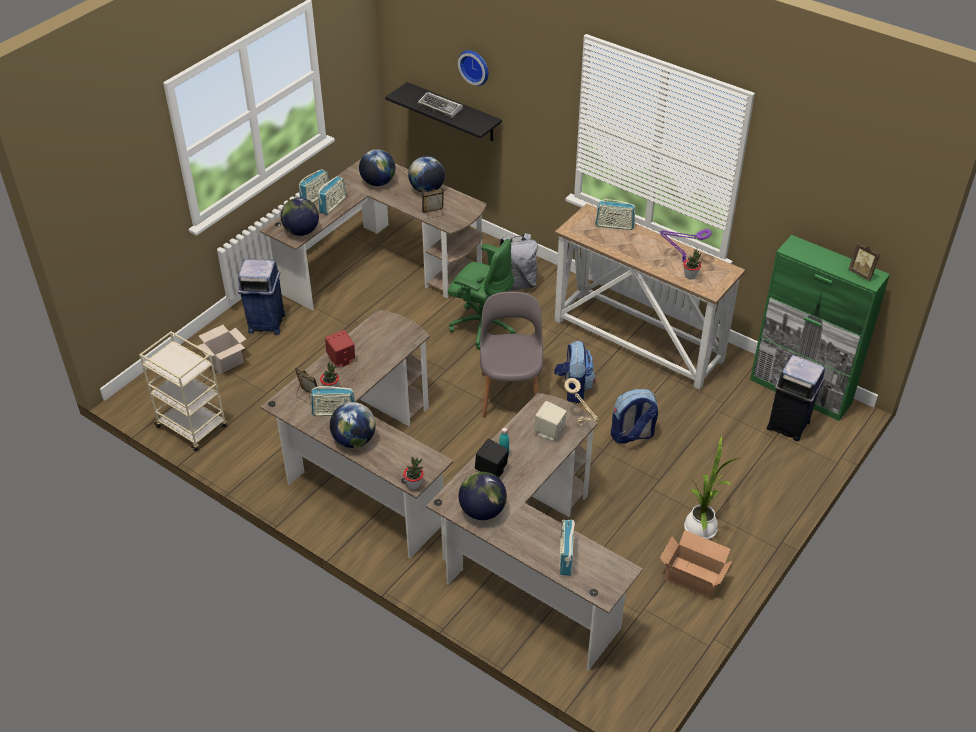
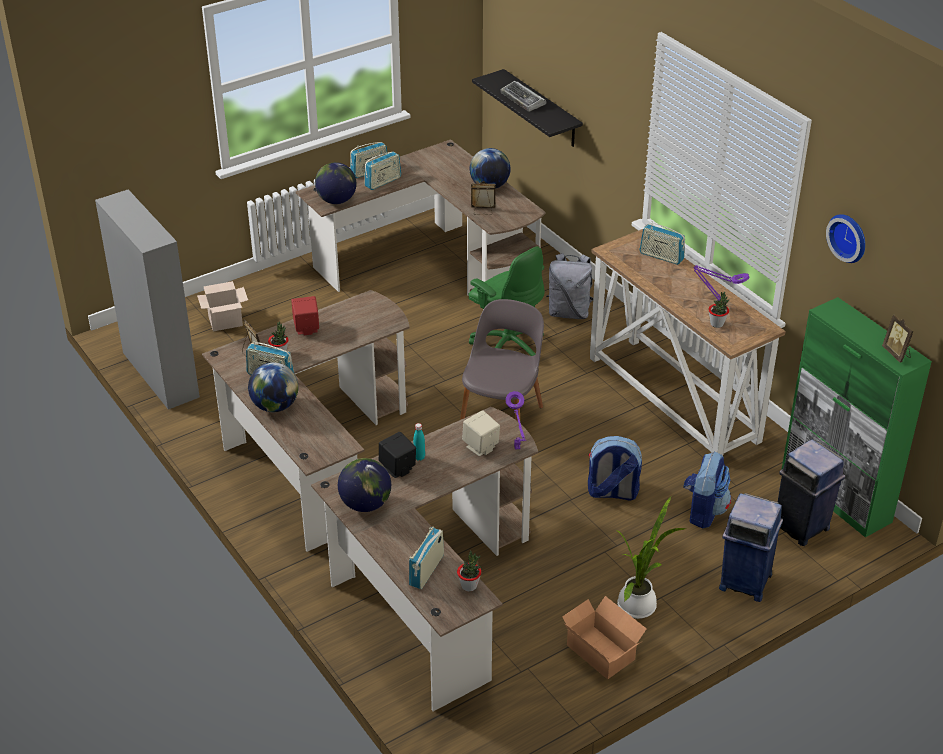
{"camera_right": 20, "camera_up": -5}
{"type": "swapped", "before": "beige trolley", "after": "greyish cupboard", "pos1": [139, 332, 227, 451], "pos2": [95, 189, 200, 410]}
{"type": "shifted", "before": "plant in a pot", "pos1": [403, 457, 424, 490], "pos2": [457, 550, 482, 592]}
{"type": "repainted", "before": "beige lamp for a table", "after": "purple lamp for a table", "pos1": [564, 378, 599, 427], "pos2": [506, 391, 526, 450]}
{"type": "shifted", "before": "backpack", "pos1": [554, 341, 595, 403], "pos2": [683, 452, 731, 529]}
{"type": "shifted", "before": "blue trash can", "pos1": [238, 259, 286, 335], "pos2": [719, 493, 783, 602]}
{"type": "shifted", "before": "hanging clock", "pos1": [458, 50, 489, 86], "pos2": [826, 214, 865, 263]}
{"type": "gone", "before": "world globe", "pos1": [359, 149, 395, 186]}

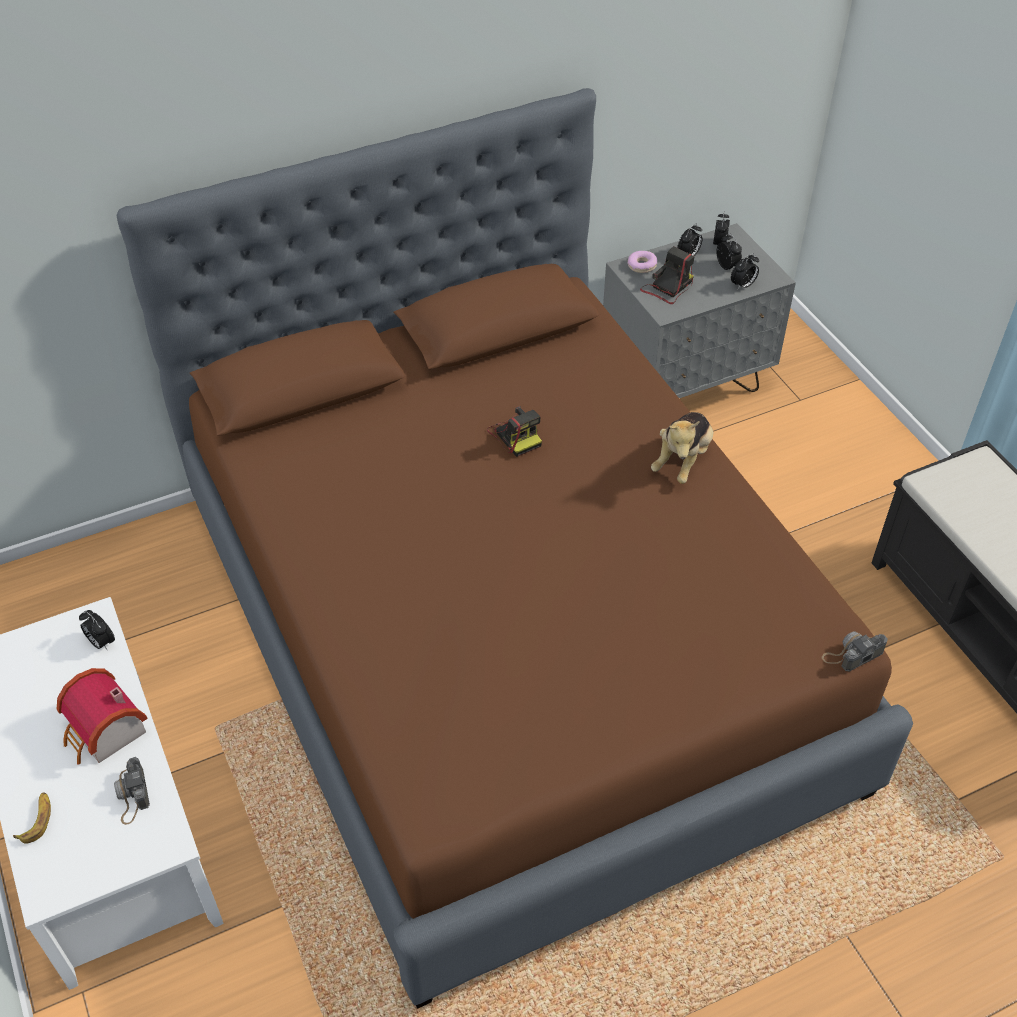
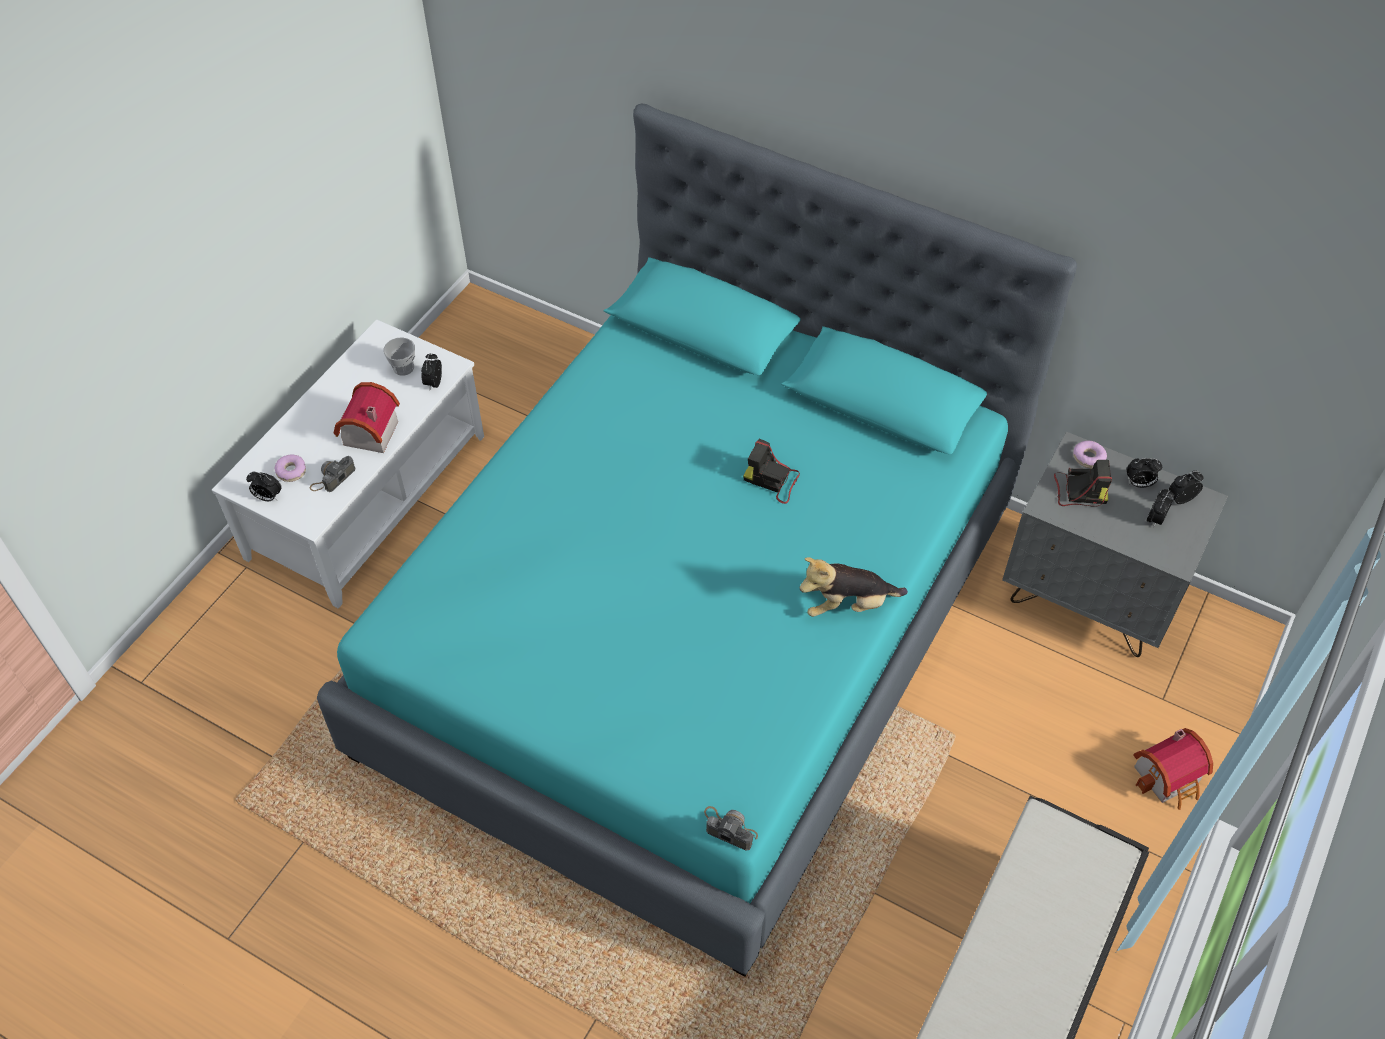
{"camera_right": 55, "camera_up": 5}
{"type": "shifted", "before": "table clock", "pos1": [731, 253, 759, 289], "pos2": [246, 472, 282, 501]}
{"type": "new", "after": "doughnut", "pos2": [274, 455, 306, 482]}
{"type": "repainted", "before": "brown-coloured bed", "after": "blue-green bed", "pos1": [117, 88, 913, 1009], "pos2": [317, 104, 1077, 977]}
{"type": "new", "after": "small cup", "pos2": [384, 337, 415, 376]}
{"type": "rotated", "before": "still camera", "pos1": [487, 406, 542, 457], "pos2": [743, 439, 800, 504], "turn": 90}
{"type": "new", "after": "toy house", "pos2": [1133, 728, 1213, 810]}
{"type": "gone", "before": "banana fruit", "pos1": [13, 792, 51, 843]}

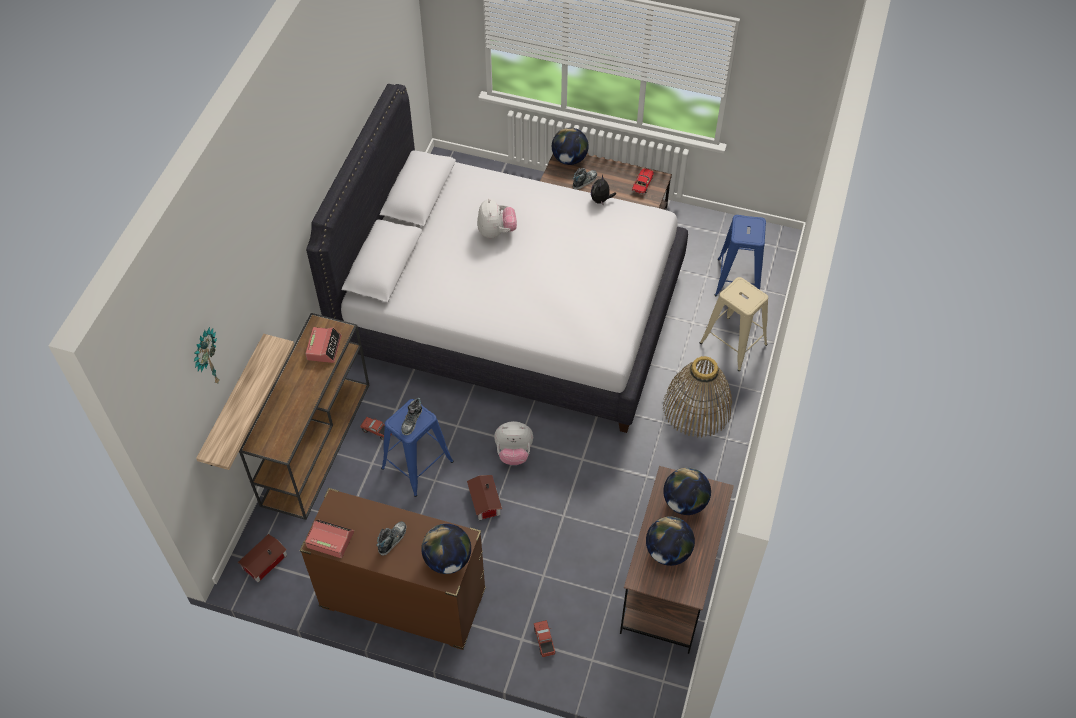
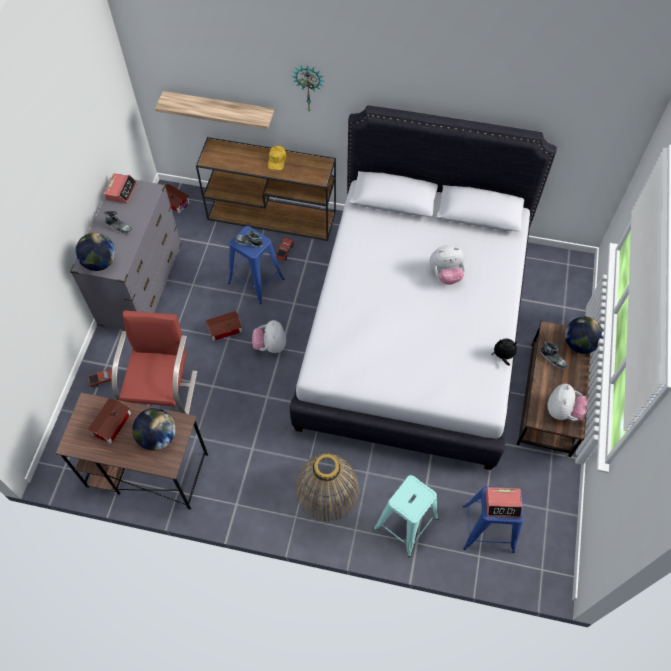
{"camera_right": 85, "camera_up": 5}
{"type": "repainted", "before": "brown-coloured dresser", "after": "greyish dresser", "pos1": [300, 488, 486, 650], "pos2": [70, 180, 182, 330]}
{"type": "swapped", "before": "world globe", "after": "toy house", "pos1": [646, 516, 695, 566], "pos2": [87, 398, 131, 444]}
{"type": "new", "after": "reddish chair", "pos2": [111, 310, 197, 414]}
{"type": "new", "after": "yellow baseball cap", "pos2": [268, 146, 286, 170]}
{"type": "shifted", "before": "hanging clock", "pos1": [194, 327, 219, 383], "pos2": [291, 65, 325, 111]}
{"type": "repainted", "before": "beige stool", "after": "blue-green stool", "pos1": [700, 277, 768, 371], "pos2": [373, 475, 439, 557]}
{"type": "shifted", "before": "table clock", "pos1": [305, 327, 342, 363], "pos2": [486, 487, 523, 518]}
{"type": "swapped", "before": "toy car", "after": "soft toy", "pos1": [632, 168, 654, 194], "pos2": [547, 384, 588, 421]}

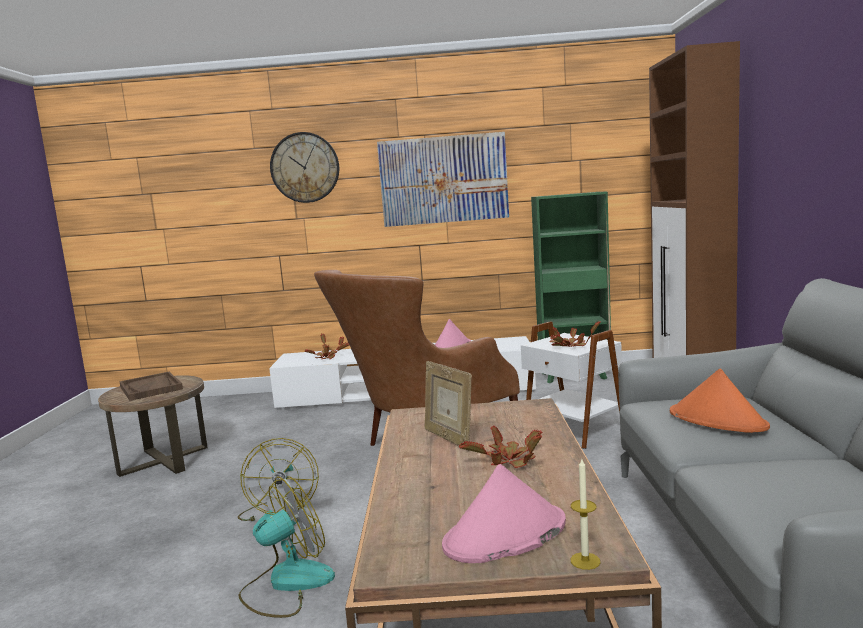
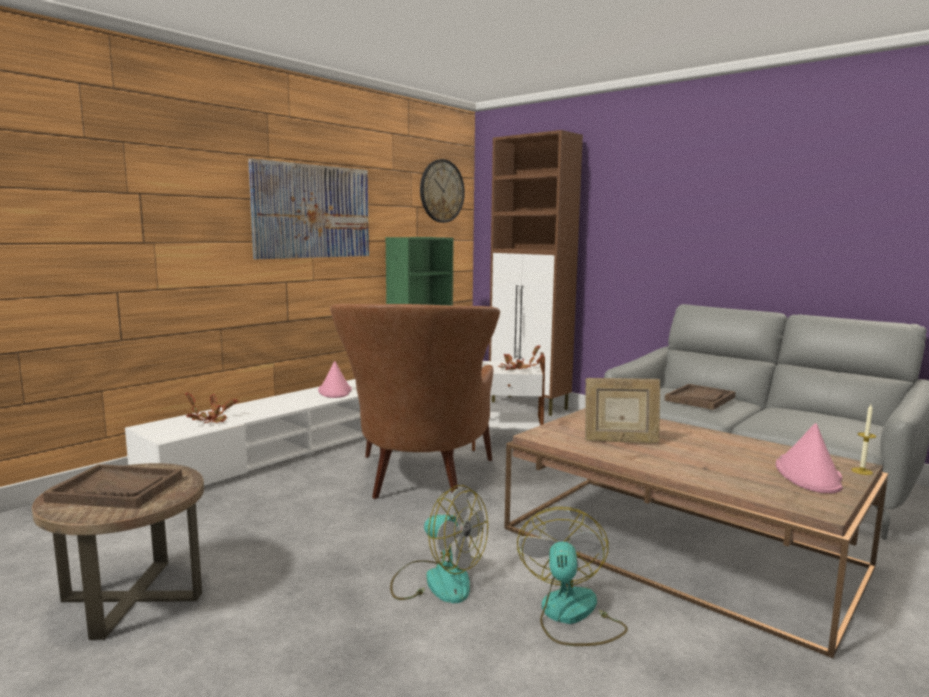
{"camera_right": -50, "camera_up": 0}
{"type": "shifted", "before": "hanging clock", "pos1": [270, 132, 339, 203], "pos2": [420, 159, 465, 223]}
{"type": "swapped", "before": "orange wearable hat", "after": "brown-coloured tray", "pos1": [670, 368, 770, 433], "pos2": [665, 384, 736, 410]}
{"type": "gone", "before": "plant in a pot", "pos1": [459, 425, 543, 468]}

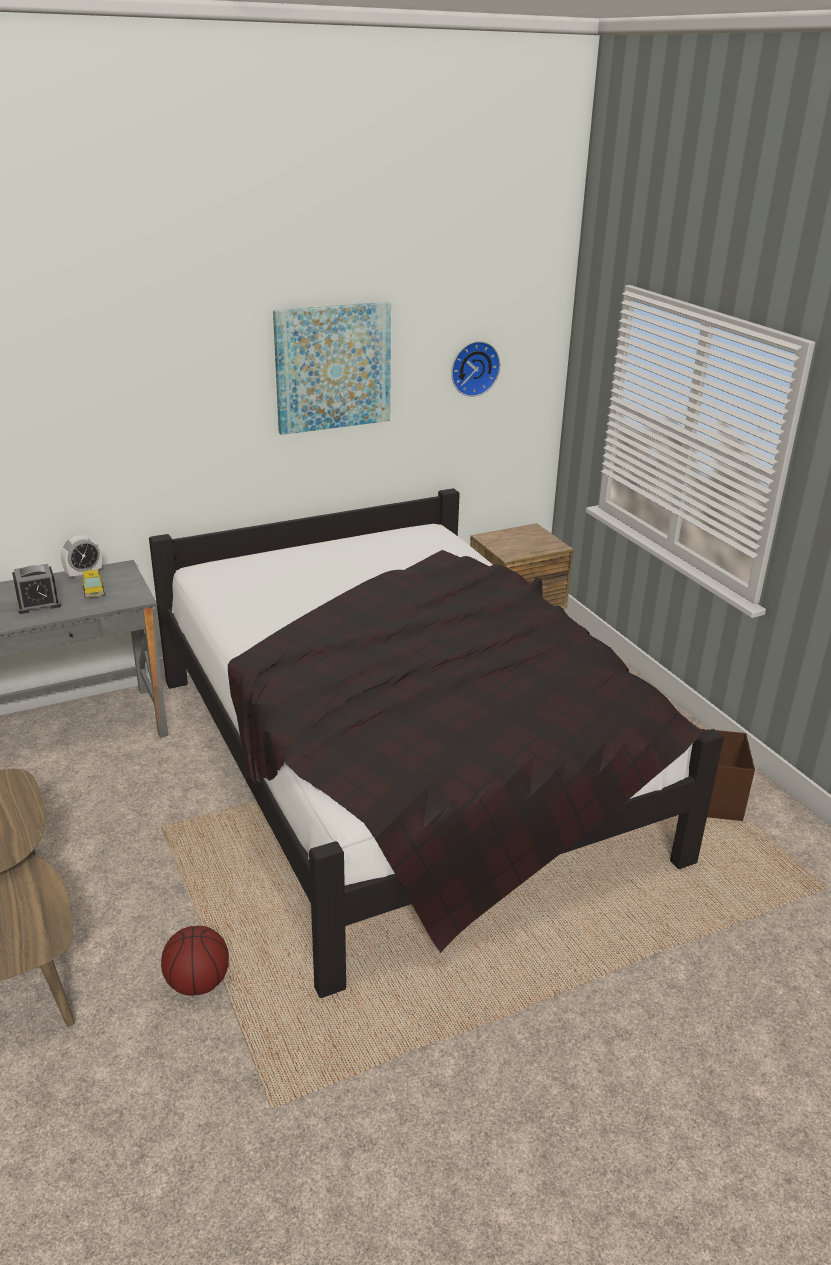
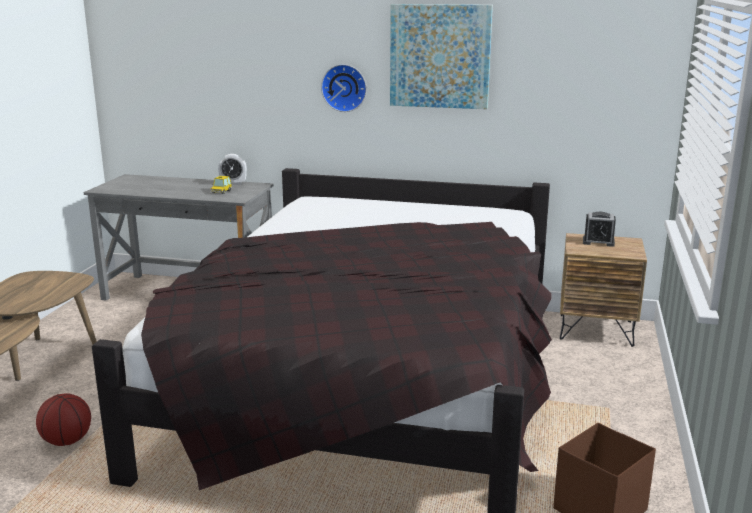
{"camera_right": 40, "camera_up": -10}
{"type": "shifted", "before": "hanging clock", "pos1": [451, 341, 500, 397], "pos2": [321, 64, 367, 112]}
{"type": "shifted", "before": "table clock", "pos1": [12, 564, 61, 614], "pos2": [583, 212, 616, 247]}

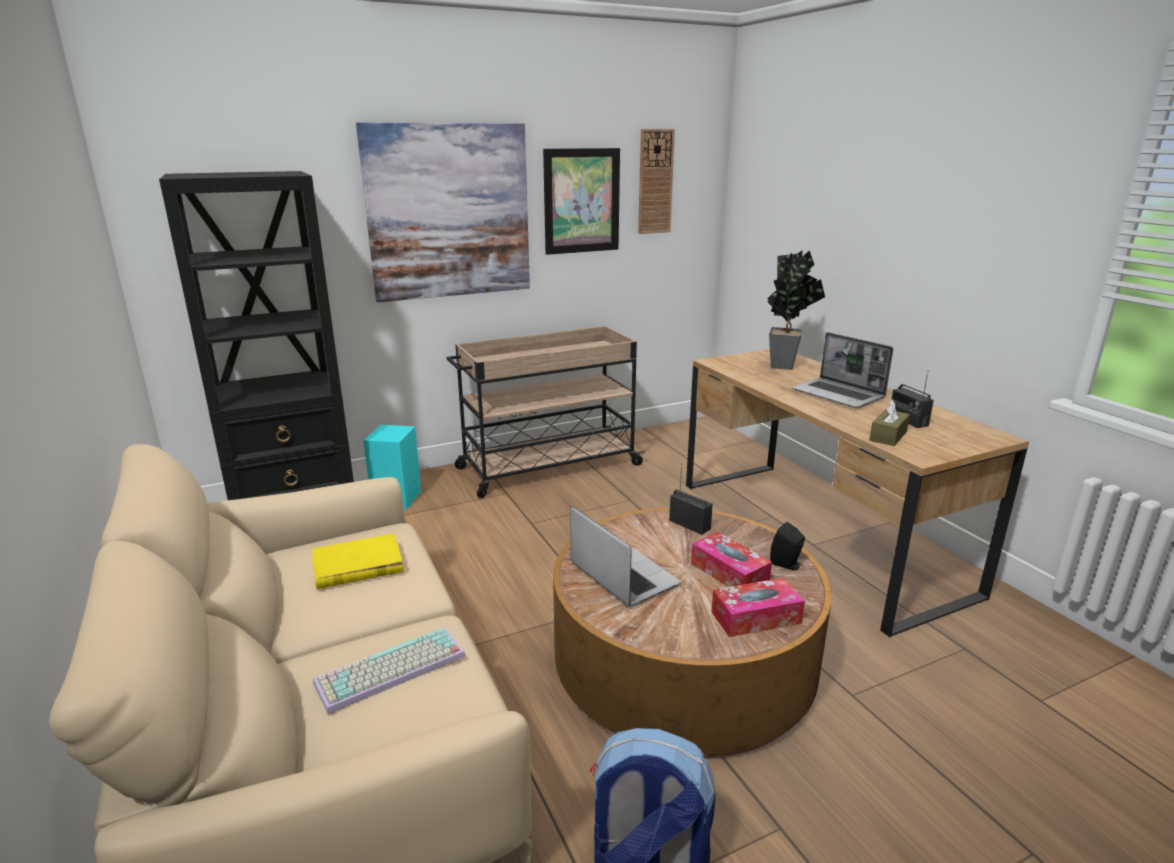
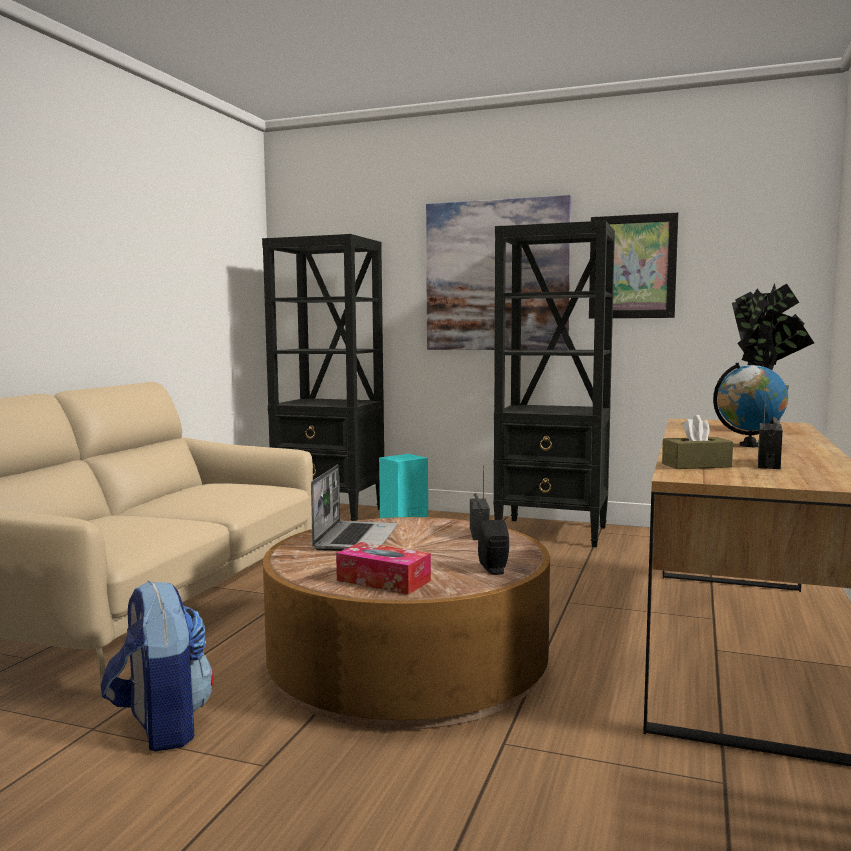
{"camera_right": 45, "camera_up": -15}
{"type": "swapped", "before": "beige trolley", "after": "black-coloured bookcase", "pos1": [447, 326, 645, 498], "pos2": [493, 220, 615, 547]}
{"type": "swapped", "before": "portable computer", "after": "world globe", "pos1": [792, 332, 893, 408], "pos2": [713, 363, 788, 447]}
{"type": "gone", "before": "yellow volume", "pos1": [312, 533, 404, 589]}
{"type": "gone", "before": "computer keyboard", "pos1": [313, 627, 466, 714]}
{"type": "gone", "before": "hanging clock", "pos1": [638, 129, 675, 234]}
{"type": "gone", "before": "tissue box", "pos1": [691, 532, 772, 587]}

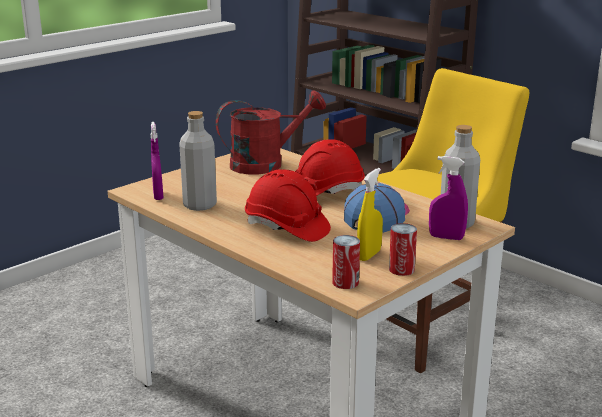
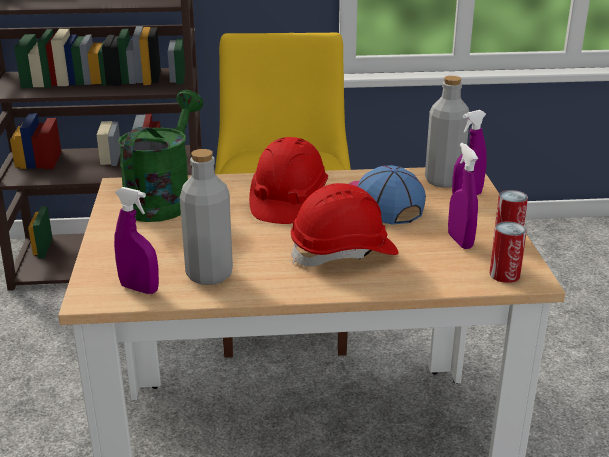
{"camera_right": -50, "camera_up": 5}
{"type": "repainted", "before": "reddish watering can", "after": "green watering can", "pos1": [216, 90, 326, 174], "pos2": [118, 90, 203, 222]}
{"type": "repainted", "before": "yellow hand sprayer", "after": "purple hand sprayer", "pos1": [357, 168, 383, 261], "pos2": [448, 143, 478, 249]}

